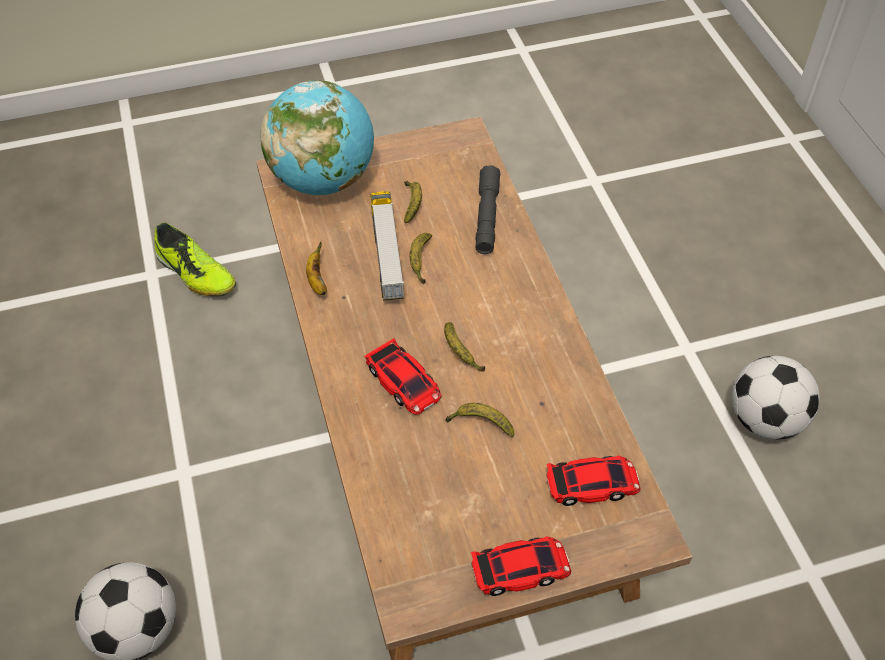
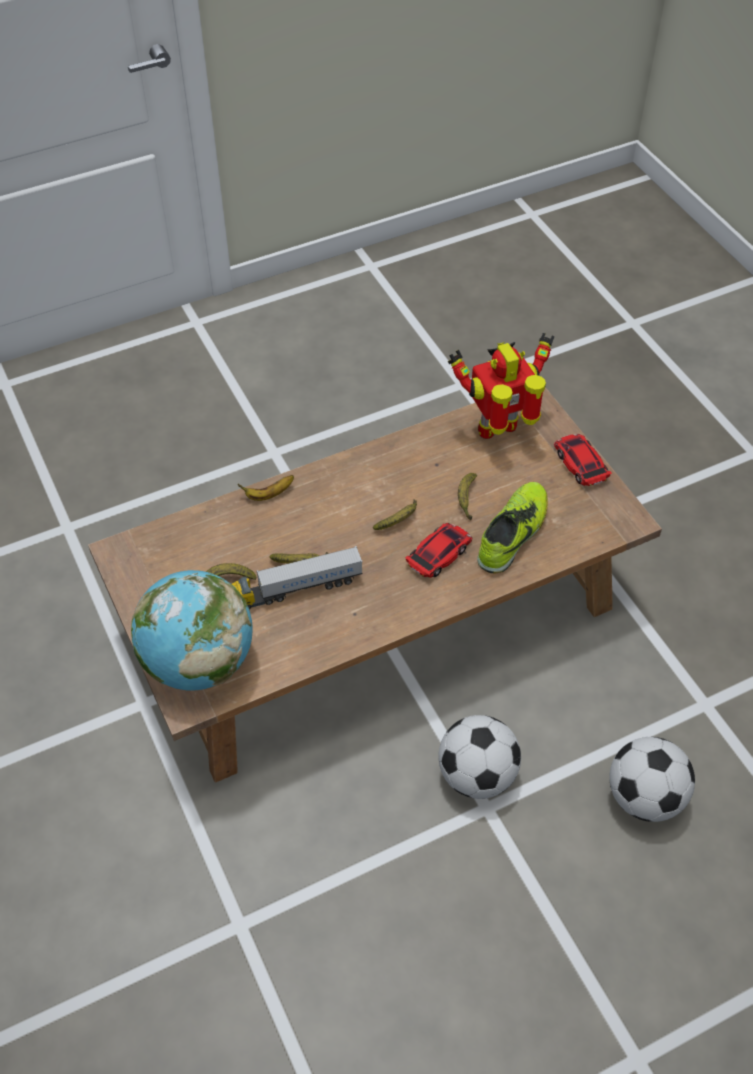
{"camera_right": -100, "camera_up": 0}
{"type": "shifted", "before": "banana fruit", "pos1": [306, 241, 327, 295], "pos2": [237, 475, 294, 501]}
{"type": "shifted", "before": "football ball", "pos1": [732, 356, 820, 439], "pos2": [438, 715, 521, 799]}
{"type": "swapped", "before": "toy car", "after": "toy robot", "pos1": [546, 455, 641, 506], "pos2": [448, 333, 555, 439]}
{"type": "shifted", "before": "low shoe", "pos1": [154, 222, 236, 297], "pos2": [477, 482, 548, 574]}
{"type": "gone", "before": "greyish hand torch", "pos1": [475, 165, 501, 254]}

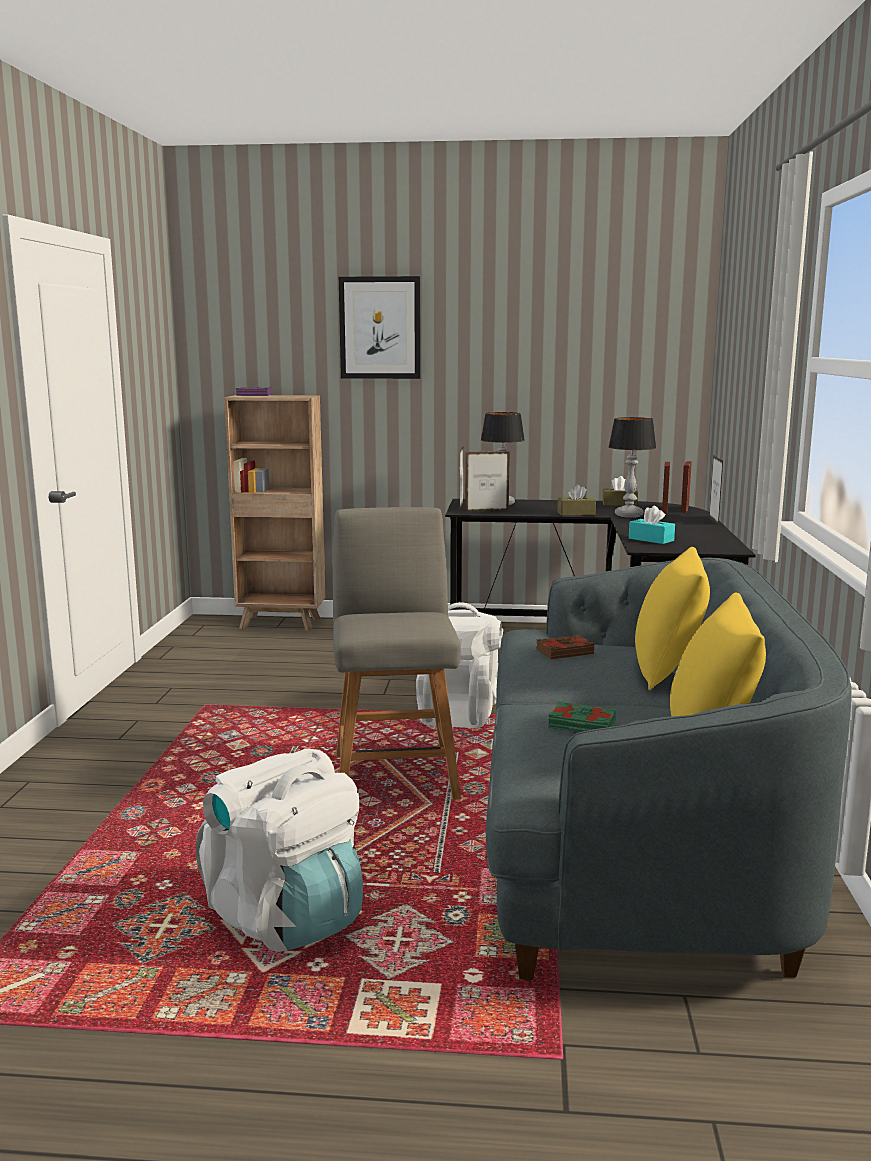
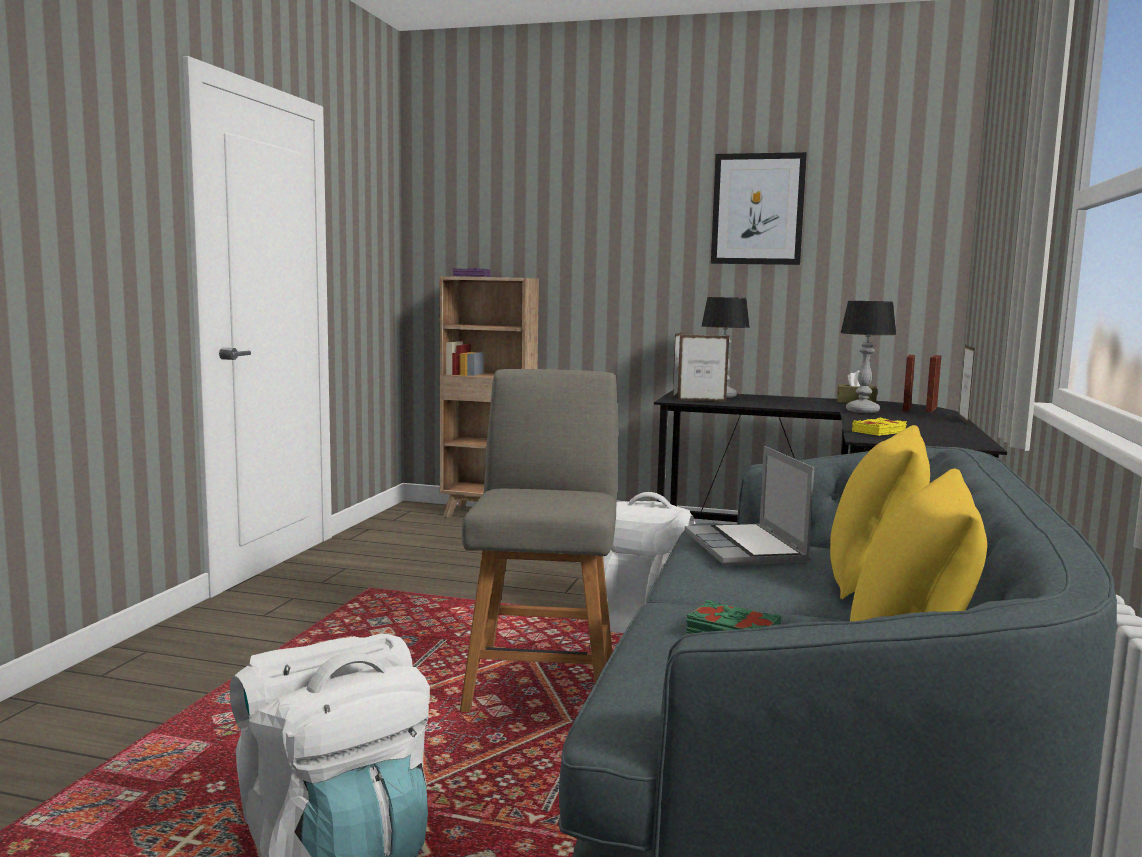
{"camera_right": 10, "camera_up": -5}
{"type": "swapped", "before": "brown-coloured volume", "after": "portable computer", "pos1": [536, 634, 594, 659], "pos2": [685, 446, 814, 565]}
{"type": "shifted", "before": "picture", "pos1": [339, 276, 421, 379], "pos2": [711, 152, 807, 265]}
{"type": "swapped", "before": "blue-green tissue box", "after": "yellow volume", "pos1": [629, 506, 675, 544], "pos2": [852, 418, 907, 436]}
{"type": "gone", "before": "brown-coloured tissue box", "pos1": [557, 484, 596, 516]}

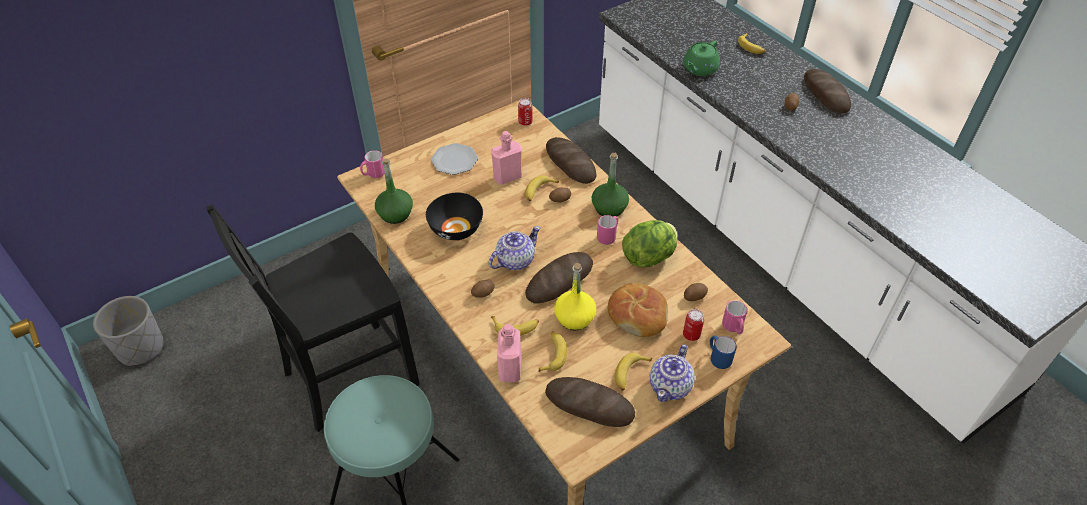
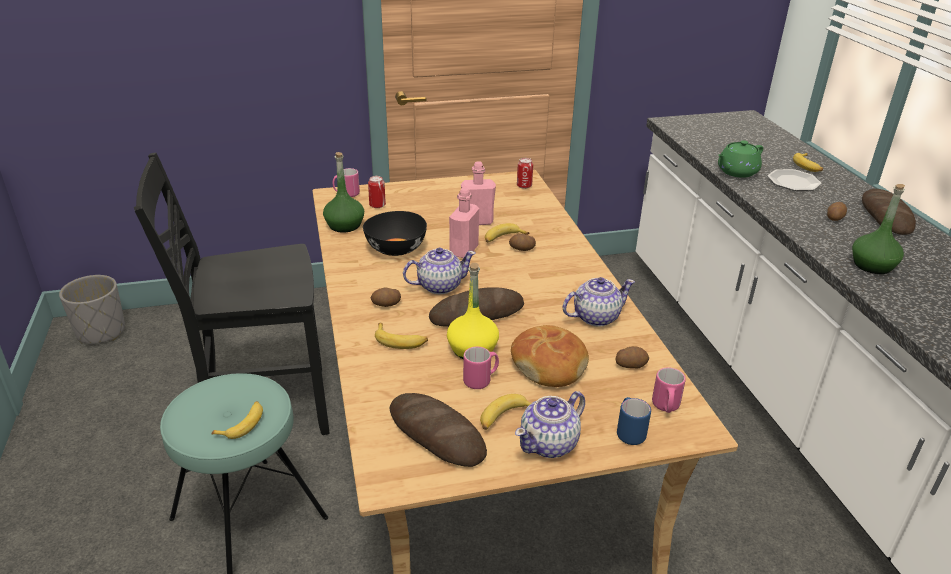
{"camera_right": 20, "camera_up": -15}
{"type": "shifted", "before": "banana fruit", "pos1": [538, 331, 567, 372], "pos2": [211, 401, 263, 439]}
{"type": "shifted", "before": "metal can", "pos1": [683, 309, 704, 341], "pos2": [368, 176, 386, 208]}
{"type": "shifted", "before": "pinkish bottle", "pos1": [497, 324, 521, 382], "pos2": [449, 187, 479, 258]}
{"type": "shifted", "before": "pinkish tea mug", "pos1": [597, 215, 618, 245], "pos2": [463, 347, 499, 389]}
{"type": "swapped", "before": "head of lettuce", "after": "pot for tea", "pos1": [622, 220, 678, 267], "pos2": [563, 277, 635, 327]}
{"type": "shifted", "before": "flat dish", "pos1": [431, 143, 478, 175], "pos2": [767, 169, 821, 191]}
{"type": "shifted", "before": "green bottle", "pos1": [592, 153, 629, 217], "pos2": [852, 184, 905, 274]}
{"type": "gone", "before": "bakery bread", "pos1": [546, 137, 596, 184]}

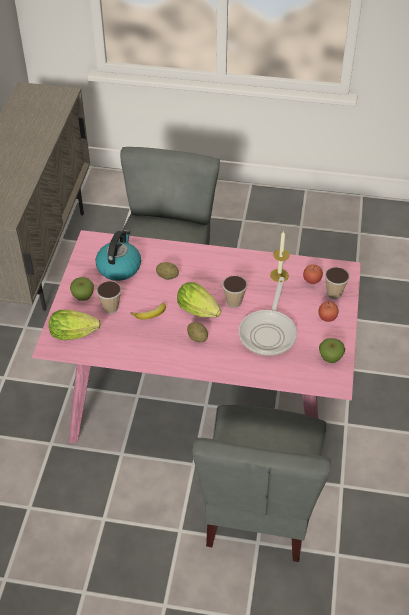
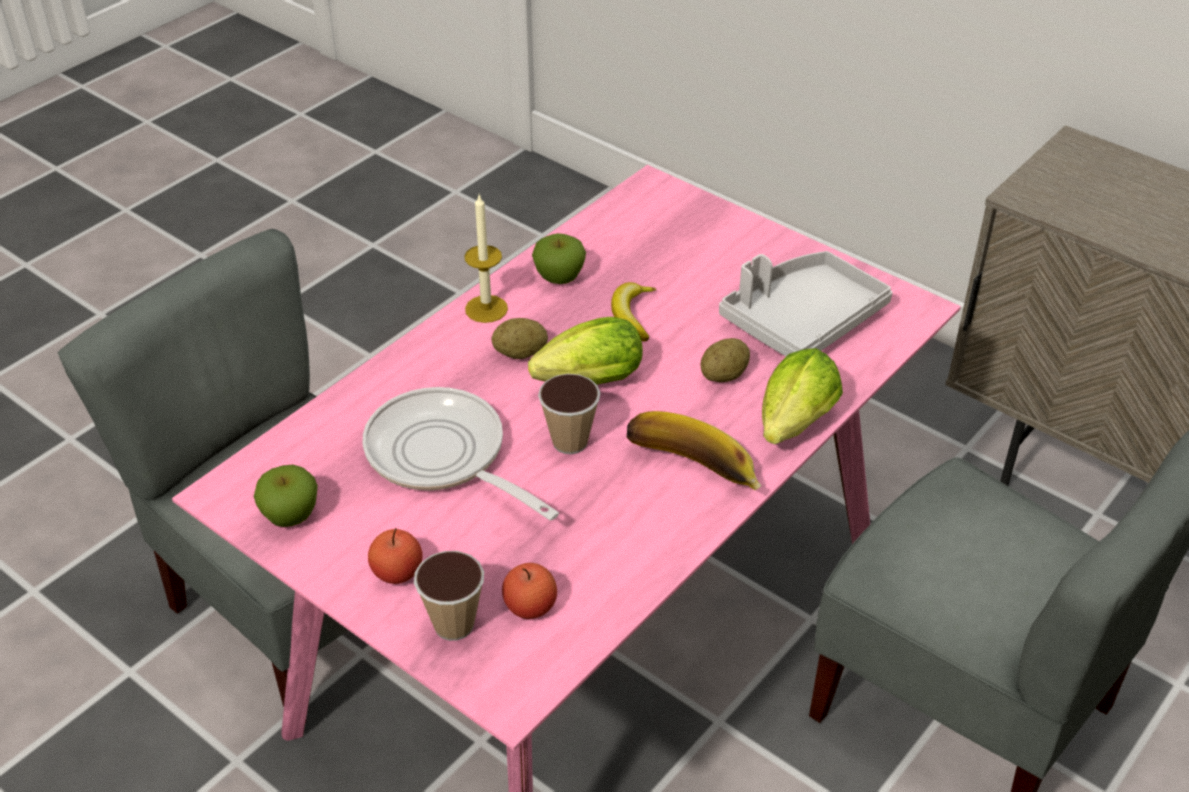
{"camera_right": 120, "camera_up": -5}
{"type": "shifted", "before": "wax light", "pos1": [270, 231, 289, 282], "pos2": [464, 195, 508, 323]}
{"type": "shifted", "before": "apple", "pos1": [70, 277, 94, 301], "pos2": [532, 233, 586, 284]}
{"type": "new", "after": "banana fruit", "pos2": [626, 411, 762, 490]}
{"type": "swapped", "before": "water kettle", "after": "greyish tray", "pos1": [96, 230, 141, 281], "pos2": [719, 251, 893, 356]}
{"type": "shifted", "before": "head of lettuce", "pos1": [49, 310, 101, 340], "pos2": [762, 348, 843, 444]}
{"type": "gone", "before": "small cup", "pos1": [96, 281, 121, 313]}

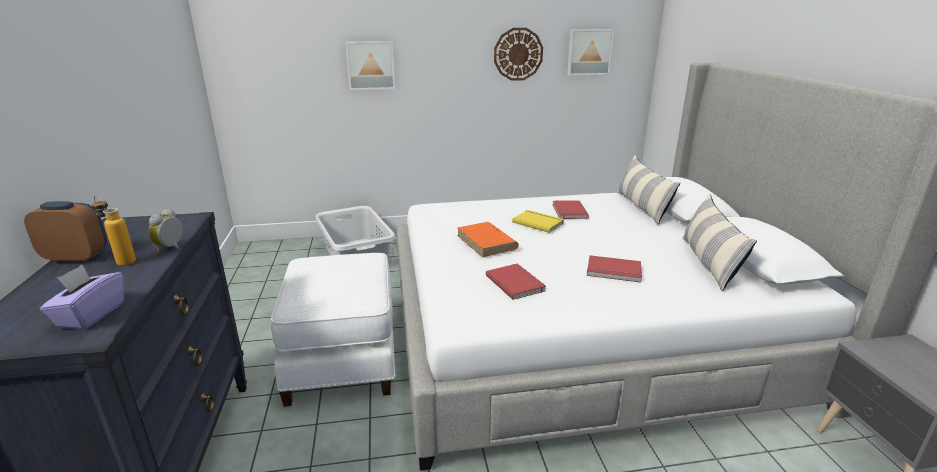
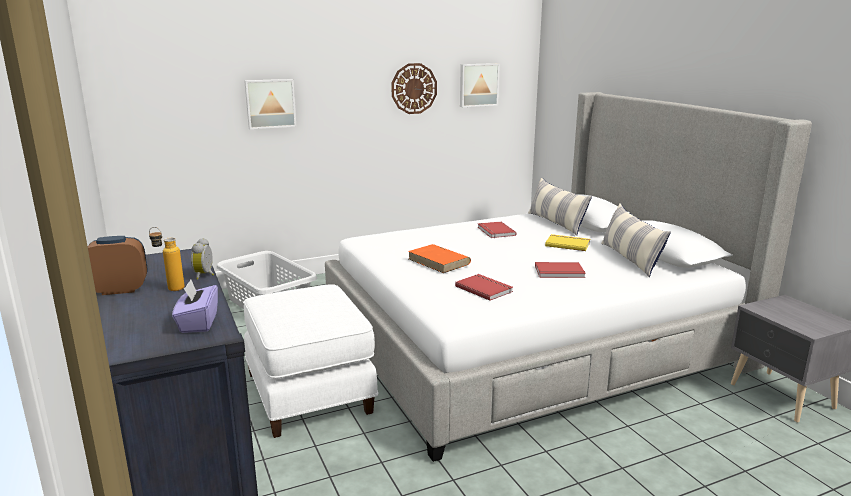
{"camera_right": -15, "camera_up": -5}
{"type": "shifted", "before": "yellow volume", "pos1": [512, 210, 565, 233], "pos2": [545, 234, 590, 251]}

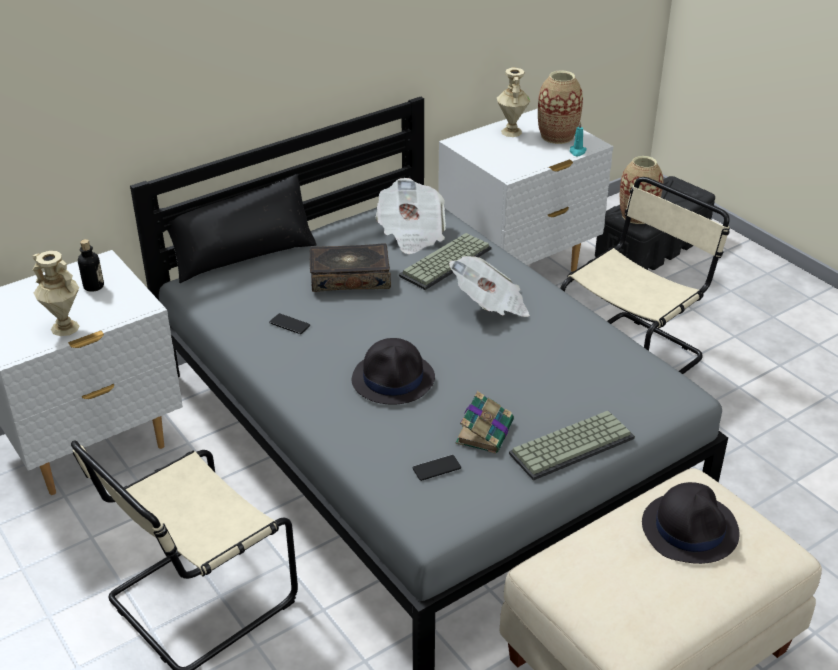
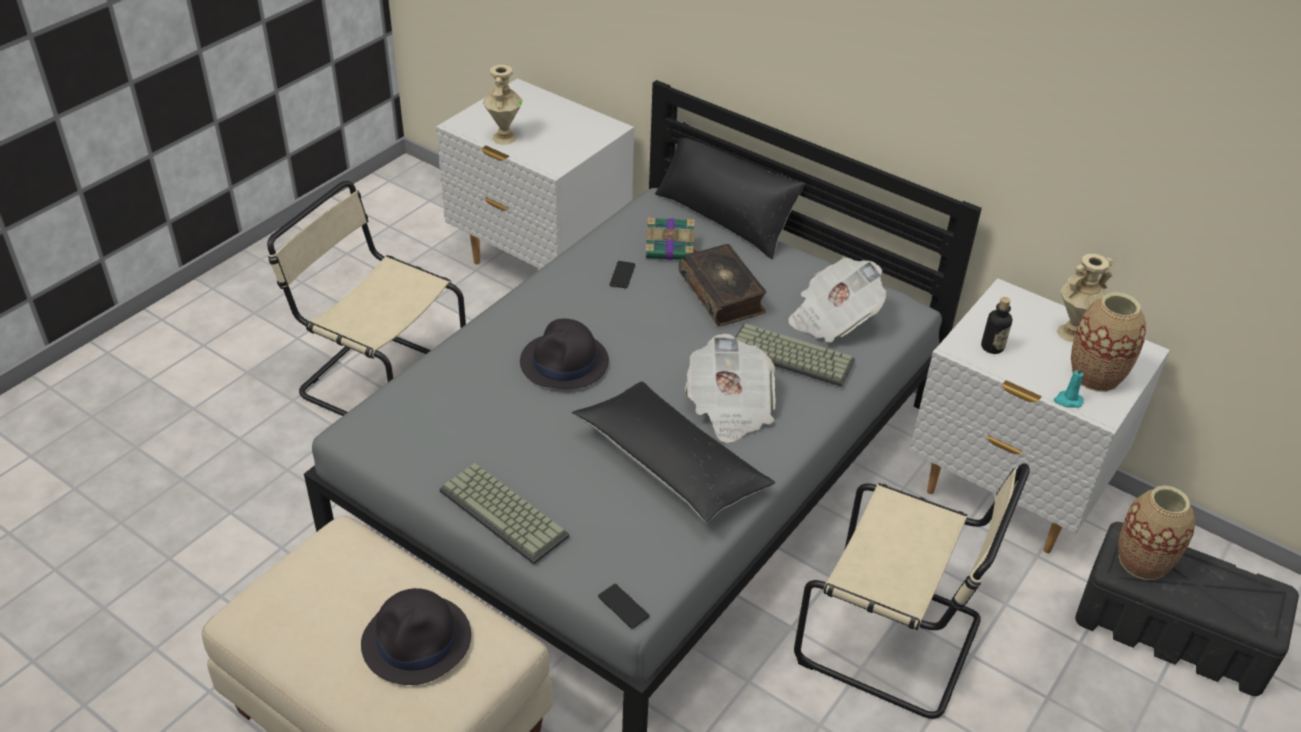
{"camera_right": 70, "camera_up": 5}
{"type": "new", "after": "black-coloured throw pillow", "pos2": [572, 382, 775, 522]}
{"type": "shifted", "before": "telephone", "pos1": [412, 455, 461, 481], "pos2": [598, 584, 650, 628]}
{"type": "shifted", "before": "volume", "pos1": [456, 391, 514, 454], "pos2": [646, 217, 698, 260]}
{"type": "shifted", "before": "bottle", "pos1": [78, 239, 104, 292], "pos2": [981, 297, 1012, 354]}

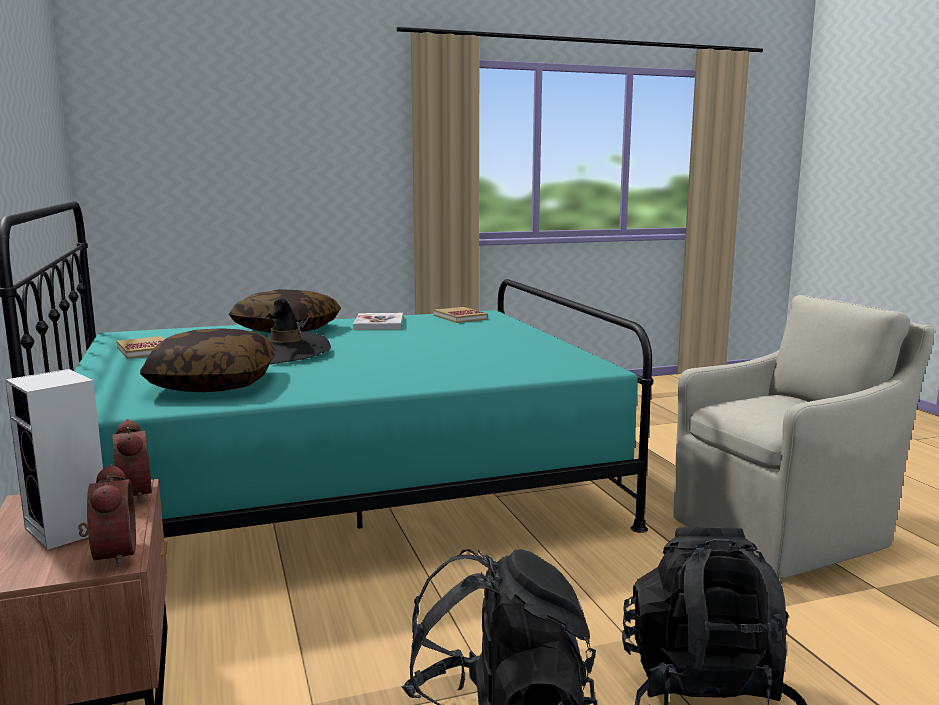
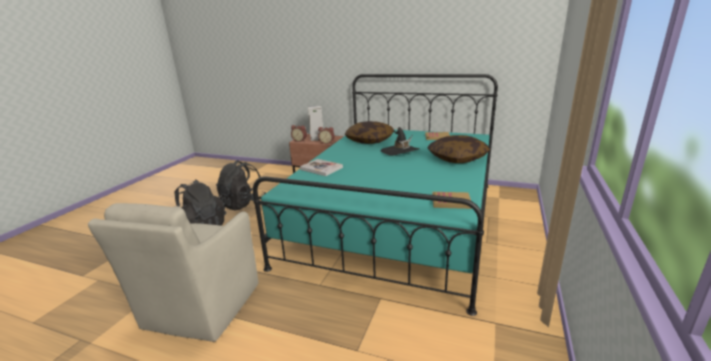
{"camera_right": 130, "camera_up": 10}
{"type": "shifted", "before": "volume", "pos1": [353, 313, 403, 330], "pos2": [300, 159, 343, 176]}

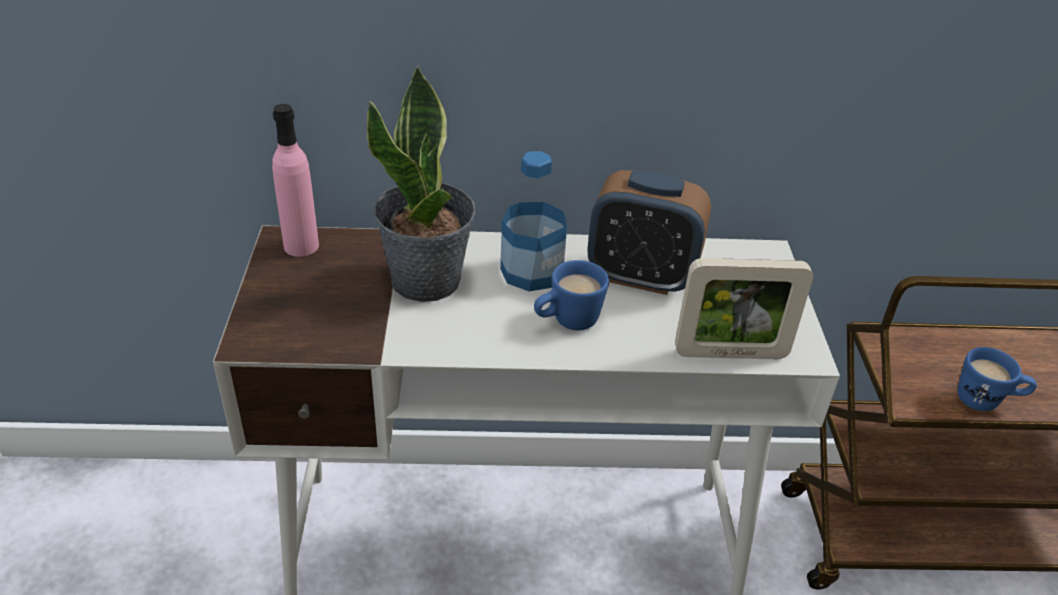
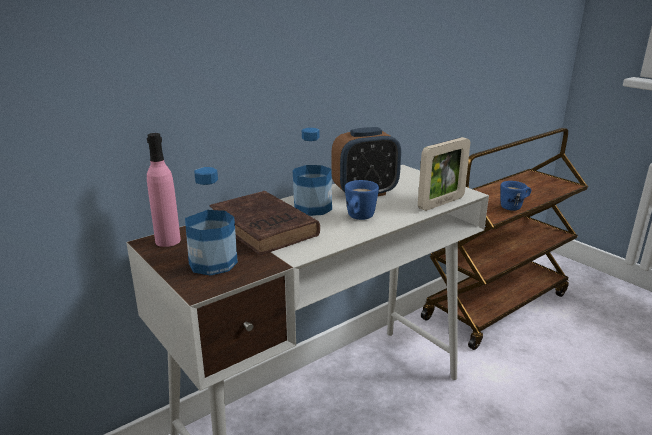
{"camera_right": -35, "camera_up": -15}
{"type": "new", "after": "bottle", "pos2": [185, 167, 238, 276]}
{"type": "swapped", "before": "plant in a pot", "after": "brown-coloured volume", "pos1": [367, 65, 475, 302], "pos2": [210, 191, 320, 255]}

